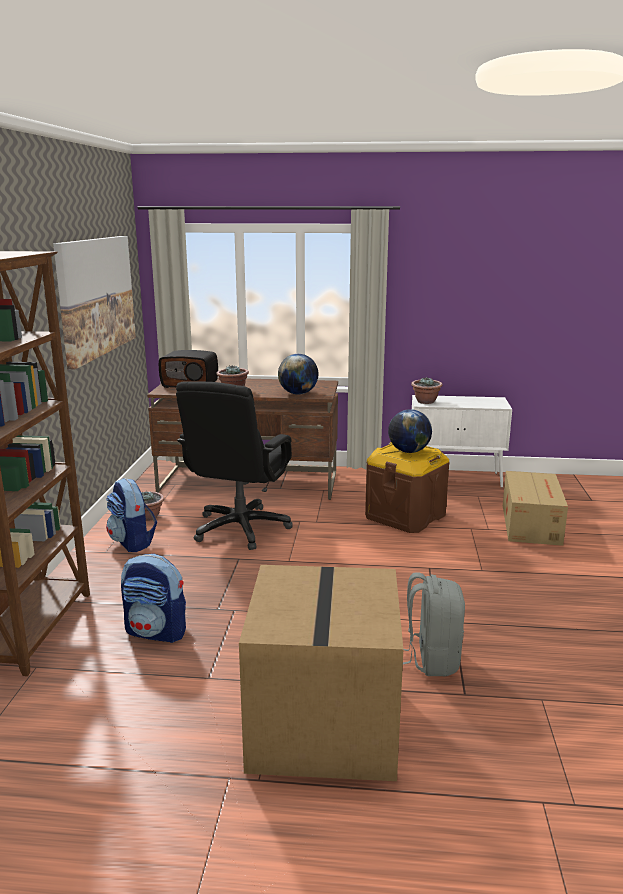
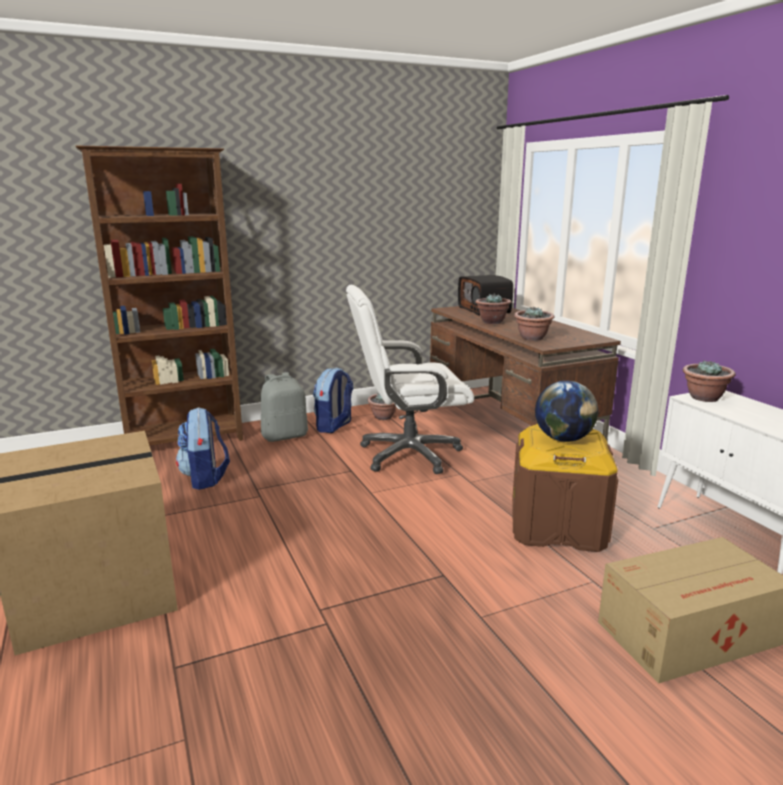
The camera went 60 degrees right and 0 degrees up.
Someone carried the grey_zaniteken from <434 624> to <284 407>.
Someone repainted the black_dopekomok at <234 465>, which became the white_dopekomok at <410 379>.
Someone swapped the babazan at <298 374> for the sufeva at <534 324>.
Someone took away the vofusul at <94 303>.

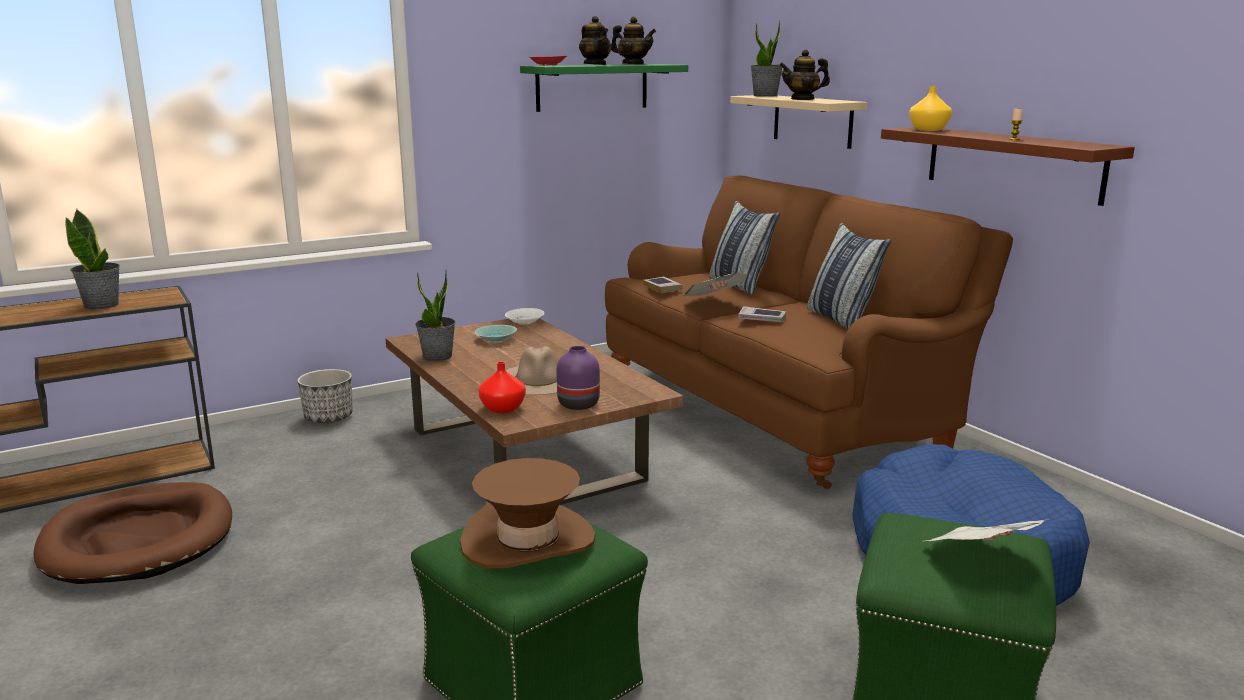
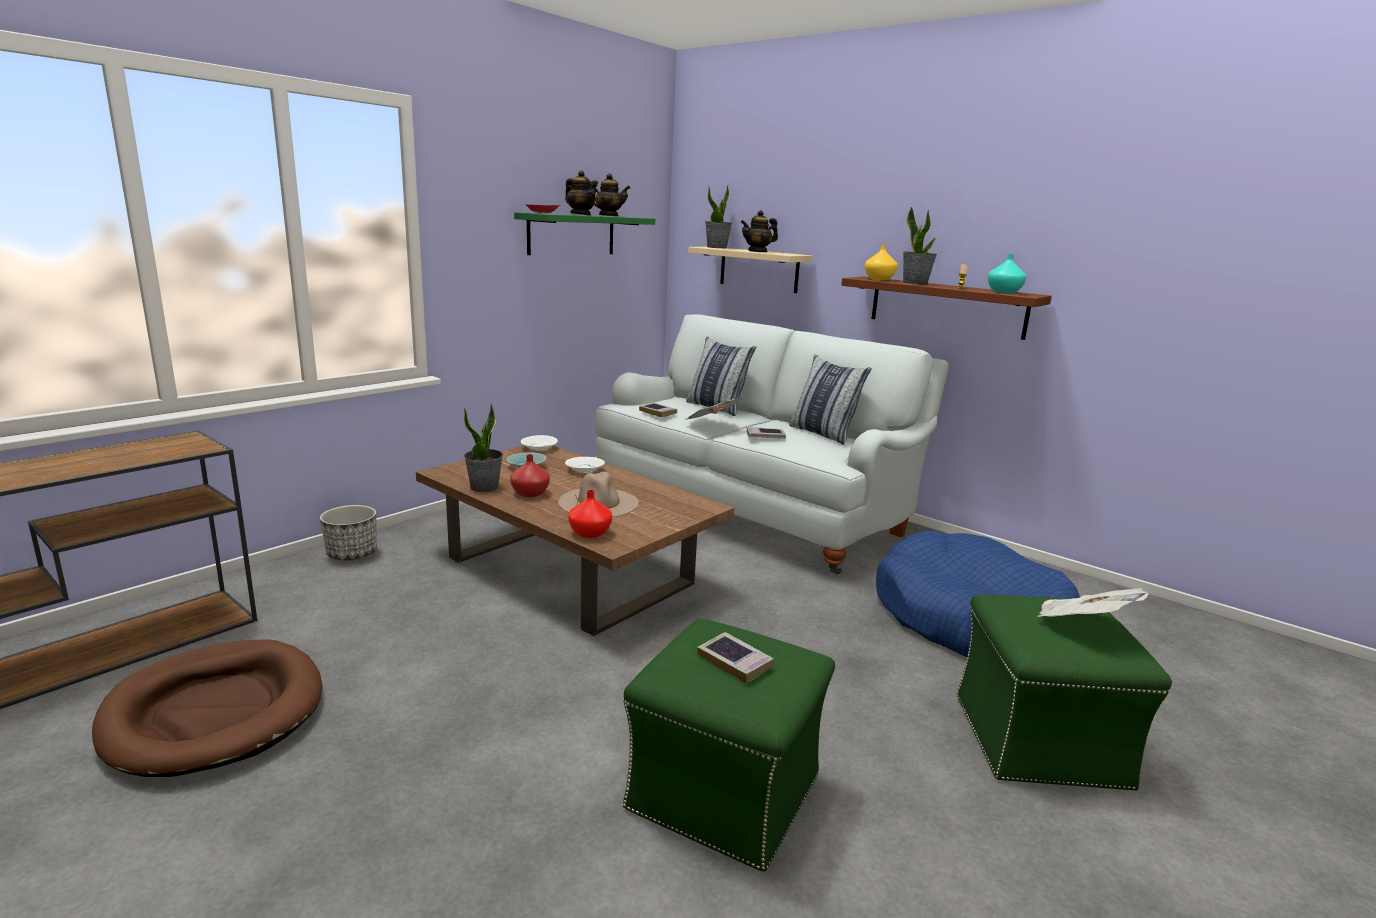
The camera went 20 degrees left and 0 degrees up.
Someone put down the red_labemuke at <530 475>.
Someone put down the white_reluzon at <585 465>.
Someone repainted the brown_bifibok at <809 332>, which became the white_bifibok at <772 444>.
Someone swapped the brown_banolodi at <527 513> for the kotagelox at <735 658>.
Someone carried the sufeva from <92 259> to <920 246>.
Someone put down the turquoise_labemuke at <1007 273>.
Someone took away the purple_labemuke at <578 378>.

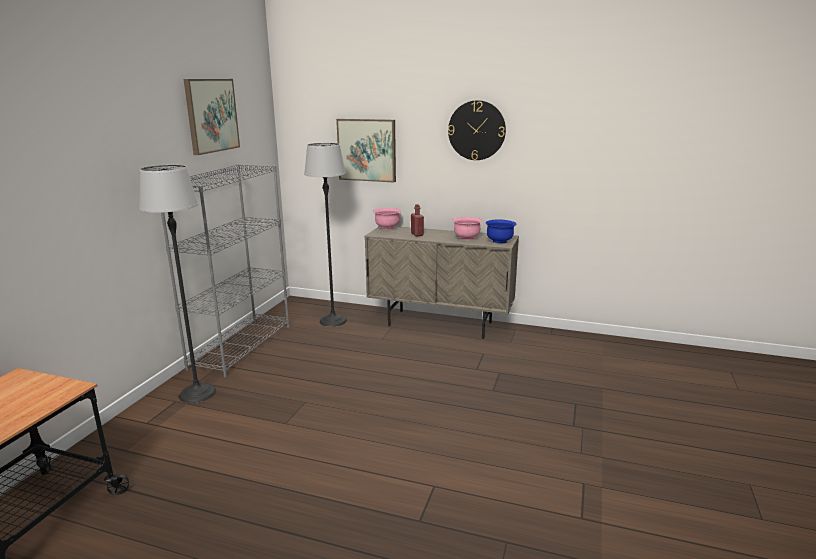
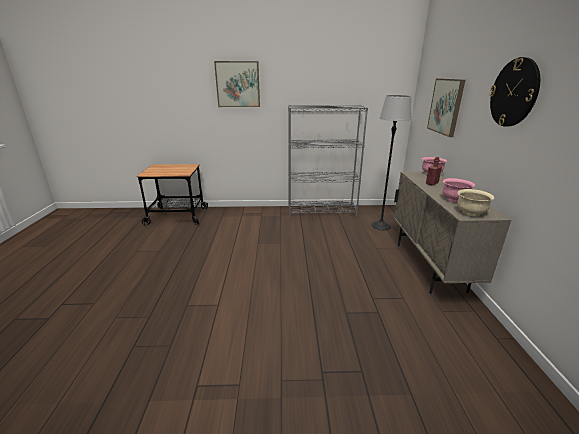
The camera went 70 degrees right and 5 degrees up.
Someone carried the vofusul from <212 117> to <237 84>.
Someone repainted the blue_reluzon at <501 231>, which became the beige_reluzon at <475 202>.
Someone took away the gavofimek at <177 284>.

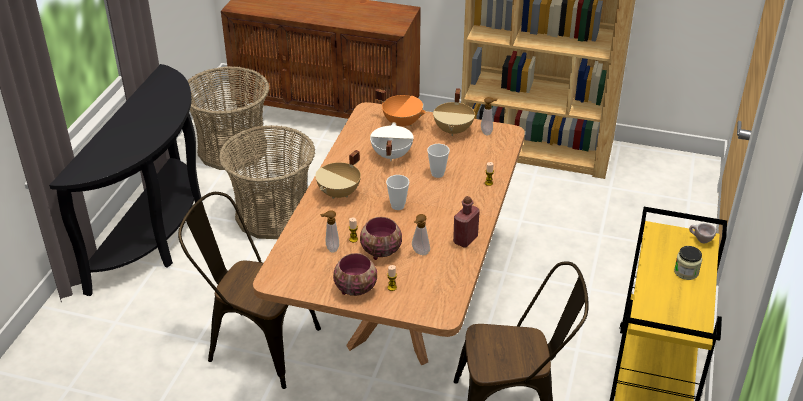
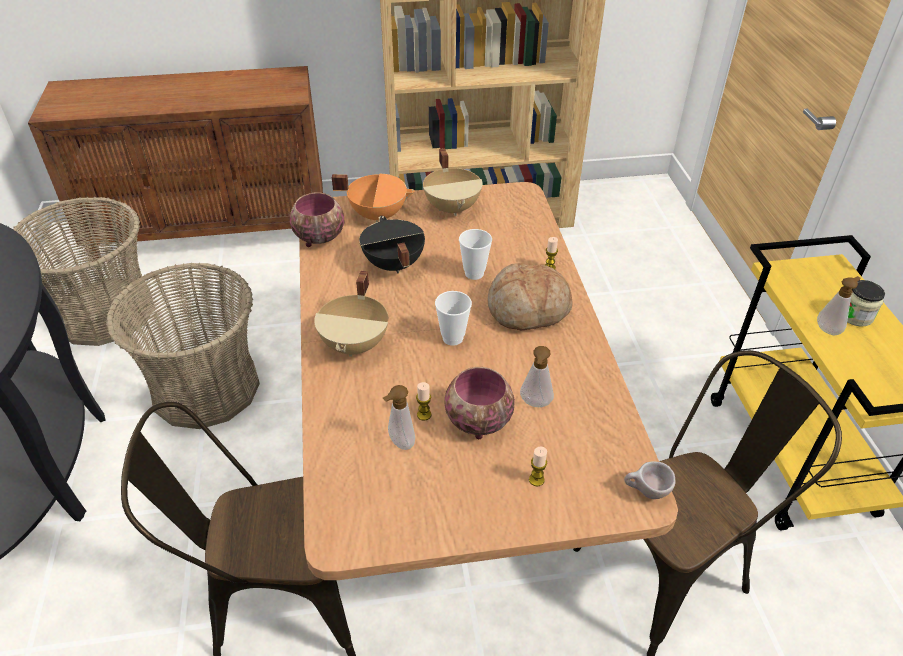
The camera went 25 degrees left and 5 degrees up.
Someone carried the reluzon from <355 274> to <317 219>.
Someone repainted the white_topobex at <392 141>, which became the black_topobex at <392 245>.
Someone put down the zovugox at <530 296>.
Someone carried the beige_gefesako from <702 233> to <650 480>.
Someone carried the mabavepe from <489 116> to <838 306>.
Someone took away the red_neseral at <466 222>.

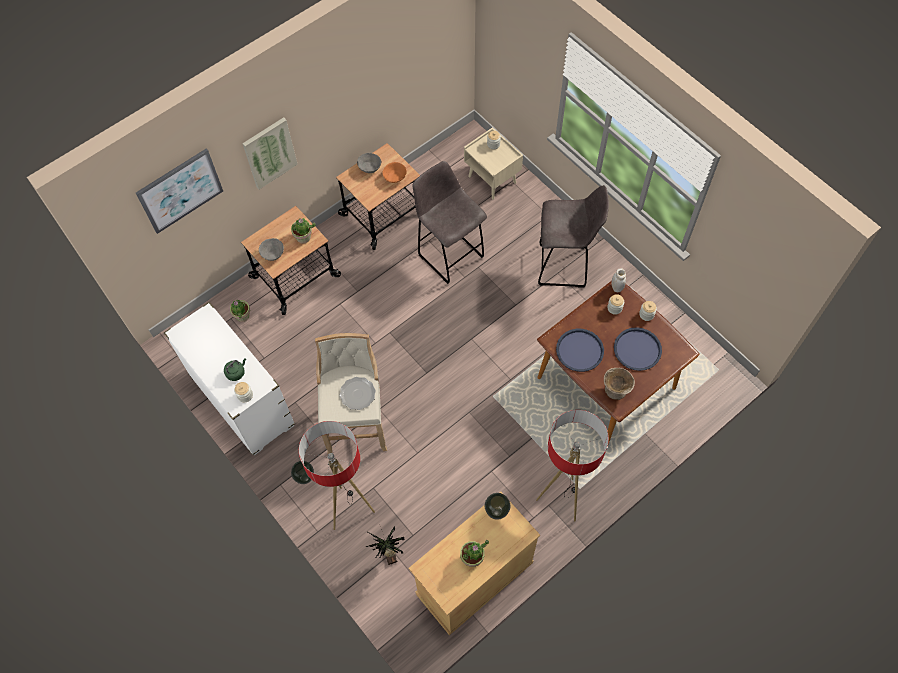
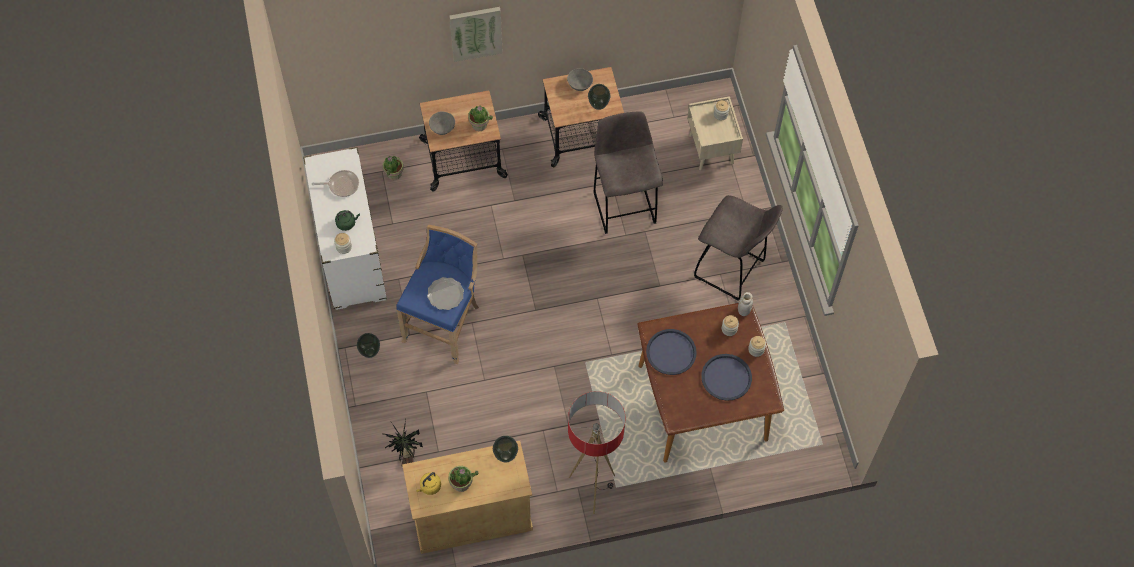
The camera went 25 degrees right and 0 degrees up.
Someone put down the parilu at <335 183>.
Someone repainted the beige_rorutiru at <351 393>, which became the blue_rorutiru at <437 294>.
Someone put down the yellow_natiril at <428 483>.
Someone swapped the orange_reluzon at <395 172> for the labemuke at <599 97>.
Someone took away the vofusul at <179 191>.
Someone took away the gavofimek at <337 475>.
Someone took away the beige_reluzon at <619 384>.

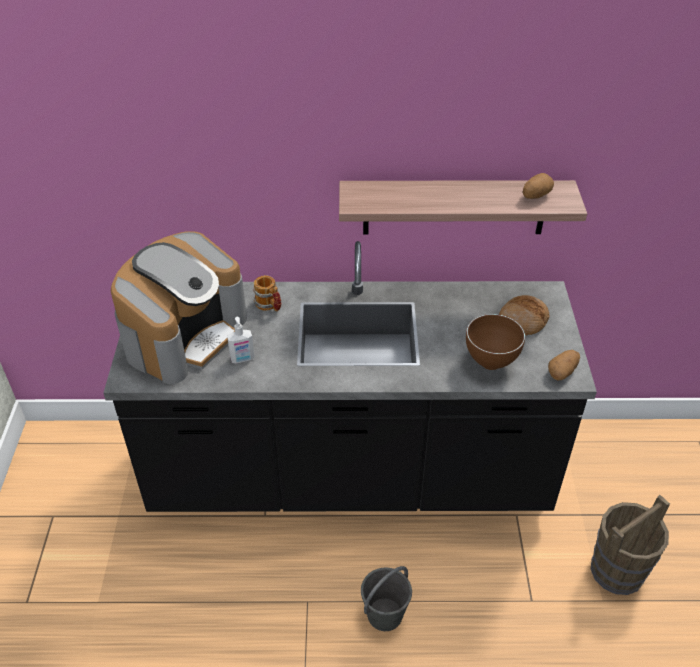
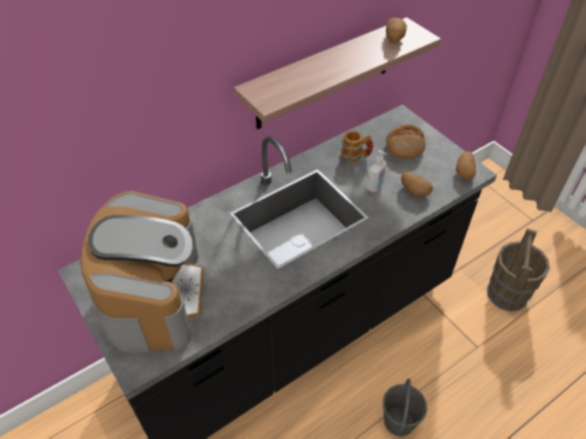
The camera went 35 degrees left and 5 degrees up.
Someone carried the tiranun from <267 293> to <357 146>.
Someone carried the mabavepe from <241 339> to <376 171>.
Someone swapped the brown_reluzon at <495 342> for the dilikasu at <417 184>.

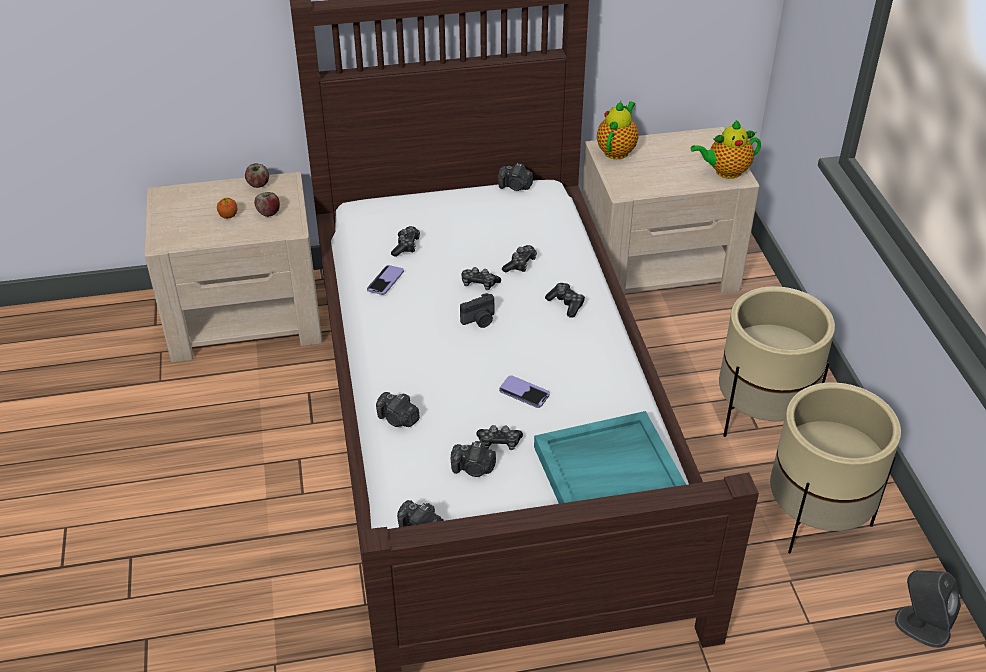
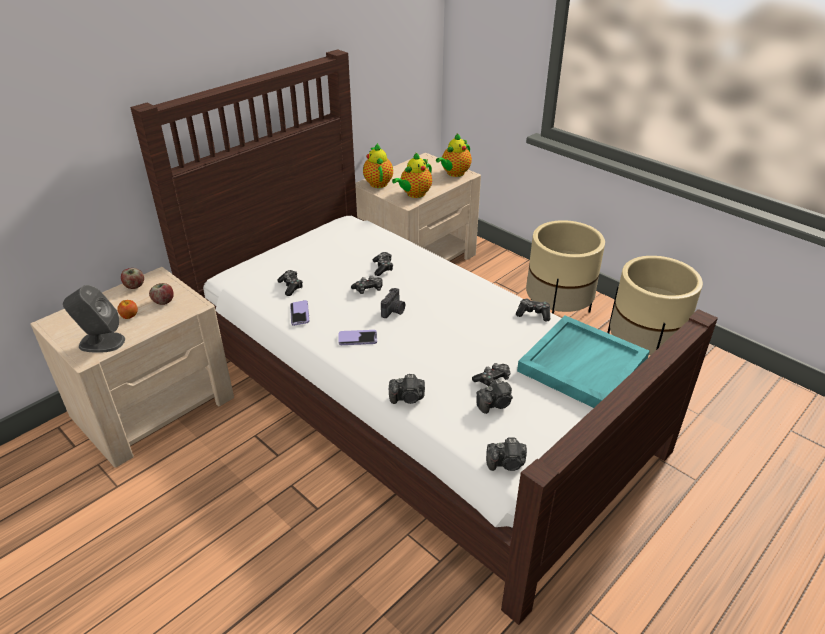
The camera went 35 degrees left and 5 degrees down.
Someone carried the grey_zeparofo from <928 609> to <94 319>.
Someone carried the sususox from <524 391> to <357 337>.
Someone put down the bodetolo at <412 175>.
Someone carried the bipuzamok from <565 300> to <533 310>.
Someone took away the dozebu at <515 177>.

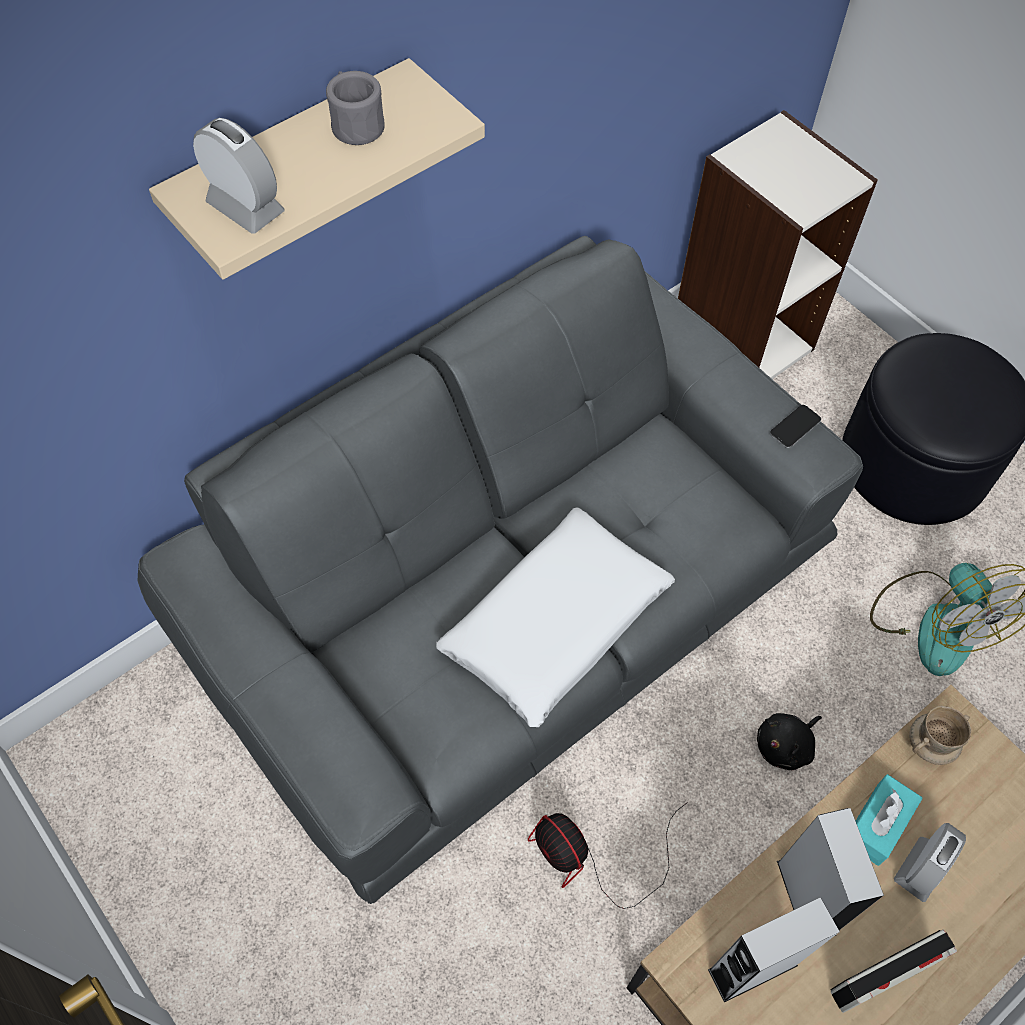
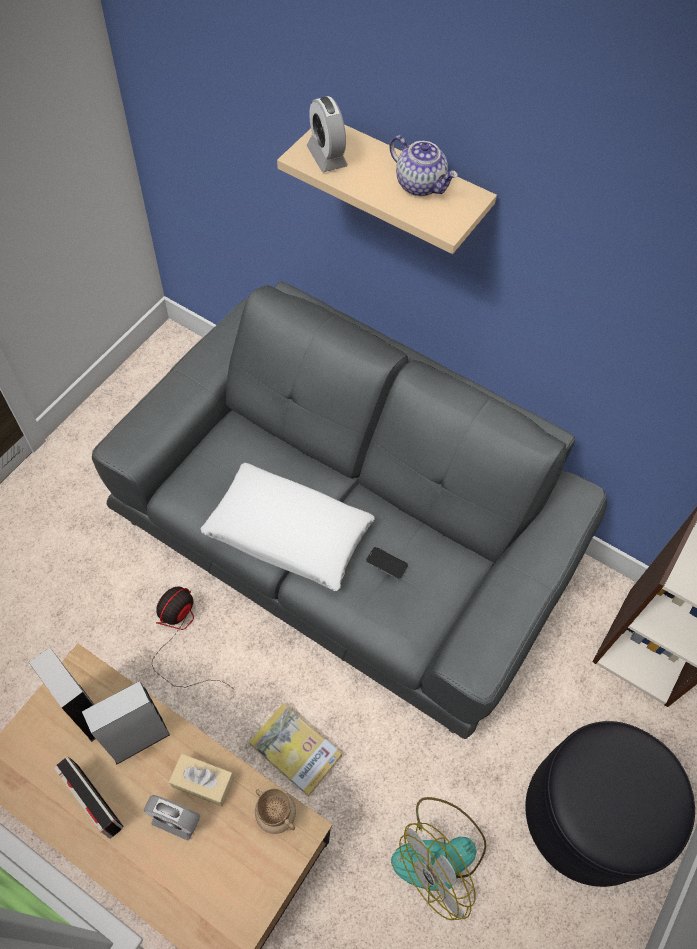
The camera went 70 degrees right and 0 degrees up.
Someone repainted the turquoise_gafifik at <889 820>, which became the beige_gafifik at <201 780>.
Someone swapped the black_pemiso at <789 741> for the kotagelox at <295 750>.
Someone rotated the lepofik at <239 176> by 135 degrees clockwise.
Someone carried the sususox from <795 426> to <387 563>.
Someone swapped the grey_tiranun at <355 108> for the bodetolo at <423 165>.

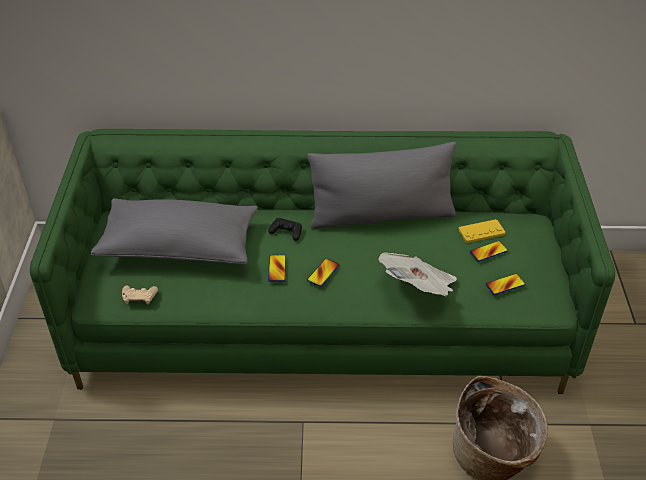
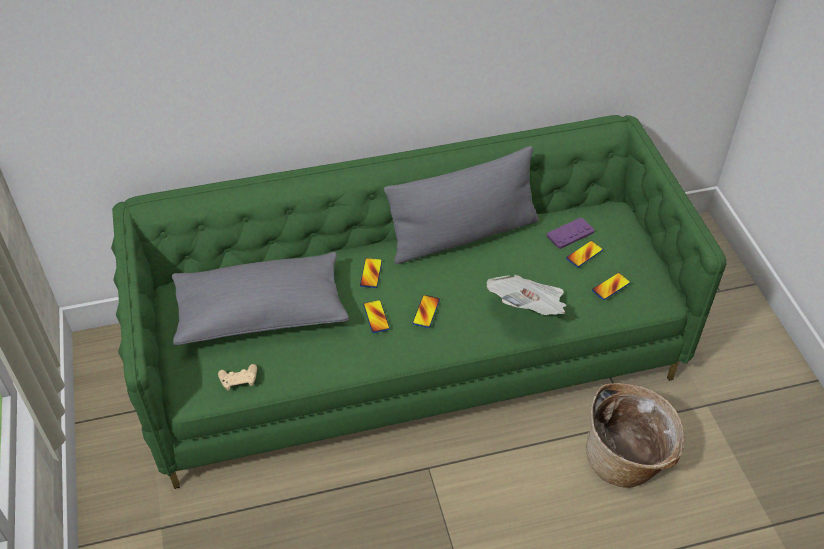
The camera went 15 degrees left and 5 degrees up.
Someone swapped the black_bipuzamok at <285 229> for the sususox at <371 273>.
Someone repainted the yellow_bipuzamok at <482 231>, which became the purple_bipuzamok at <570 233>.

